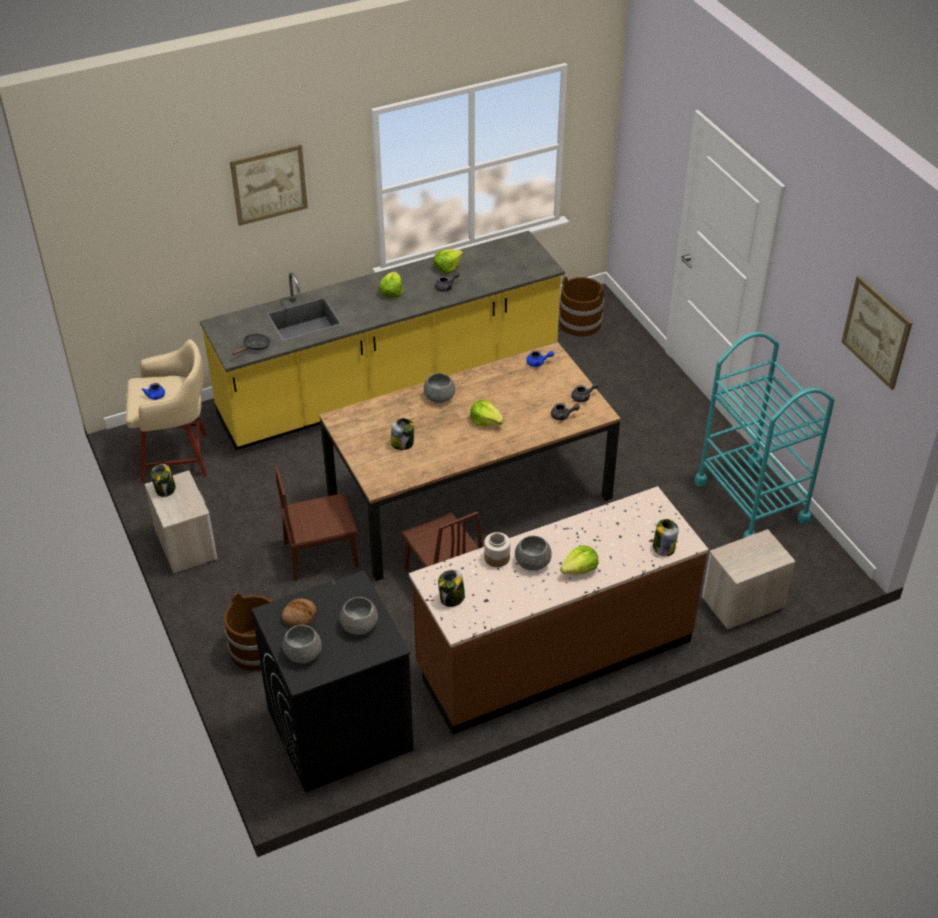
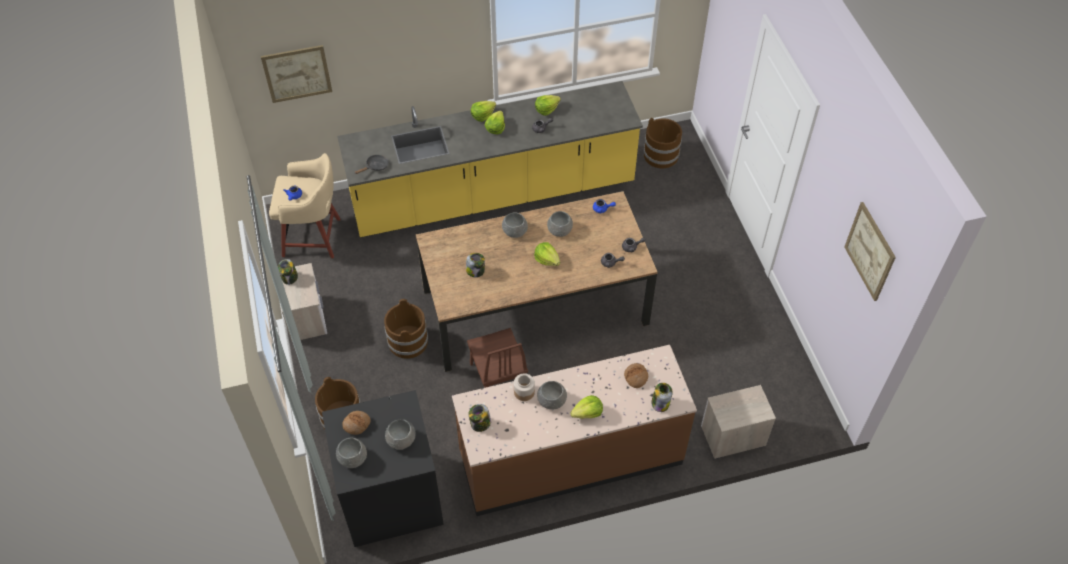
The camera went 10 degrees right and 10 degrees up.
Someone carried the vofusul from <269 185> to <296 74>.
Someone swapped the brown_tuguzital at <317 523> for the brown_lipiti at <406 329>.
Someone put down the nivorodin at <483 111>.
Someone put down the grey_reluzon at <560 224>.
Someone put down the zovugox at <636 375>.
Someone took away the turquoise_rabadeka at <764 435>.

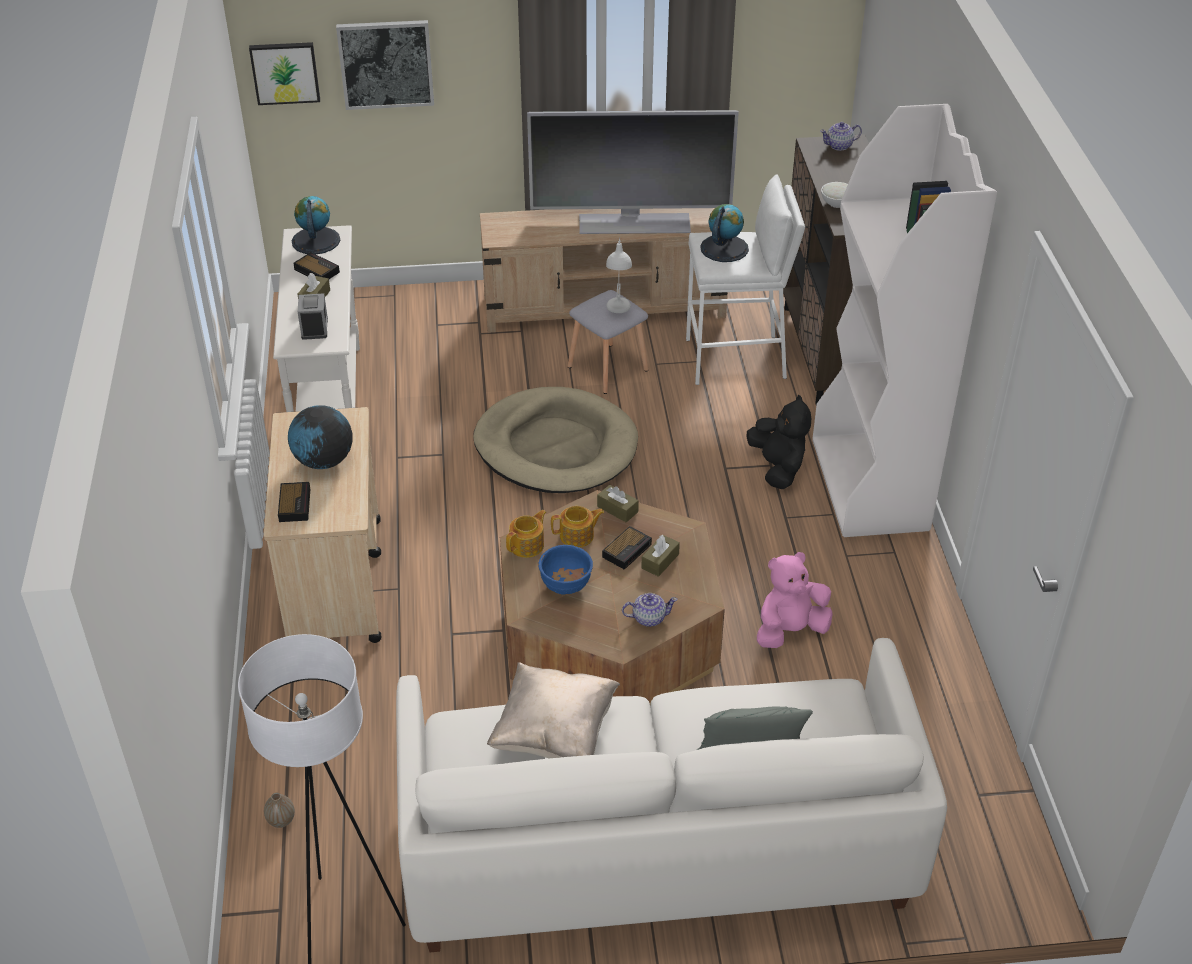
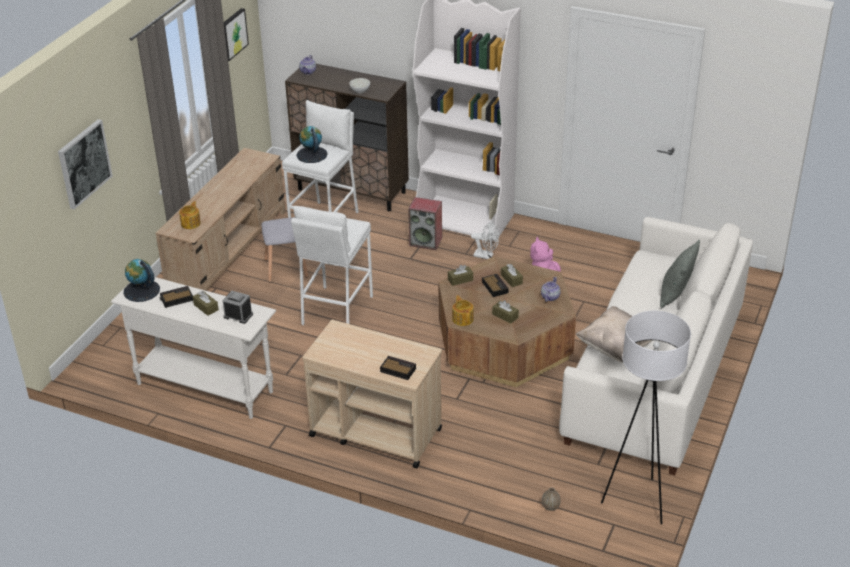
The camera went 60 degrees left and 5 degrees down.
Someone carried the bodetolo from <577 527> to <190 215>.
Someone carried the vofusul from <284 73> to <236 34>.
Someone swapped the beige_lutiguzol at <555 440> for the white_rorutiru at <332 265>.
Someone swapped the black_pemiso at <779 442> for the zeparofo at <425 223>.
Someone put down the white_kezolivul at <485 240>.
Someone swapped the blue_reluzon at <565 570> for the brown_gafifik at <505 311>.
Someone took away the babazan at <320 437>.
Someone took away the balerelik at <633 172>.
Someone took away the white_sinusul at <619 275>.

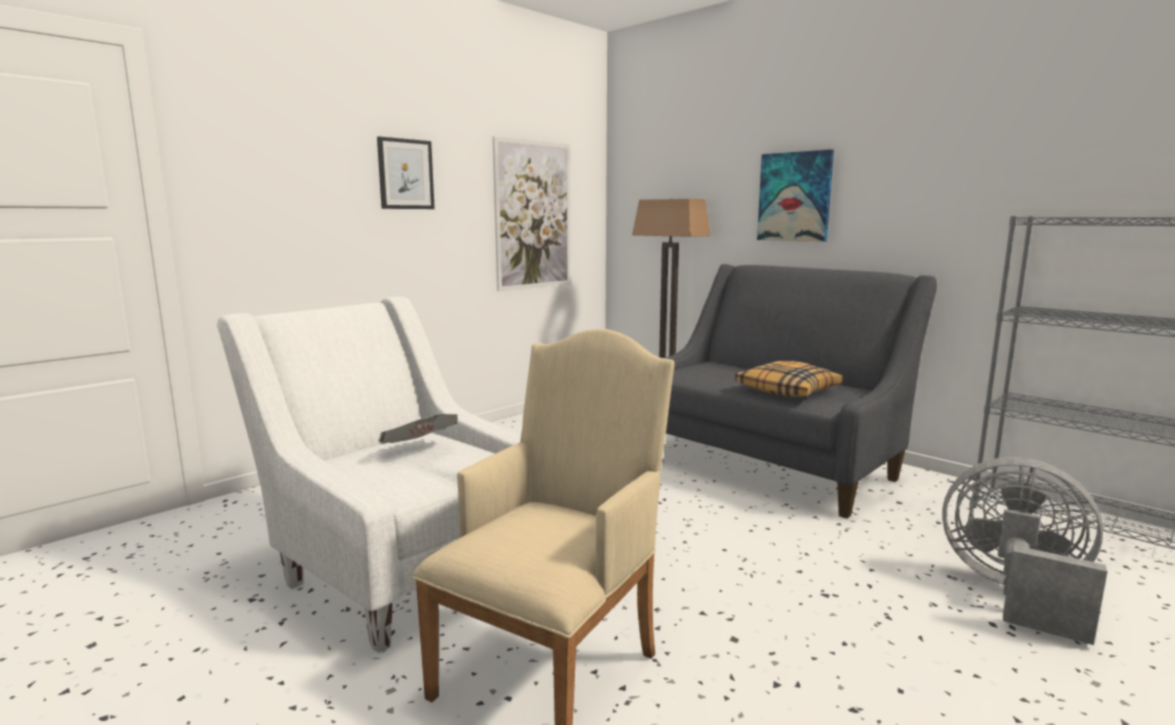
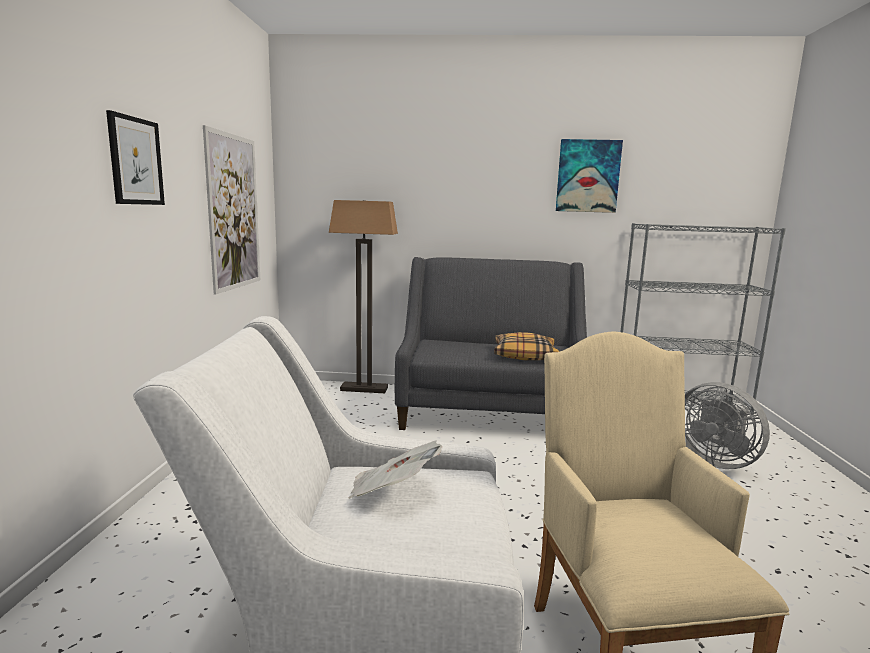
The camera went 40 degrees left and 0 degrees up.
Someone carried the vofusul from <795 195> to <589 176>.
Someone rotated the grey_kezolivul at <1025 551> by 120 degrees counterclockwise.

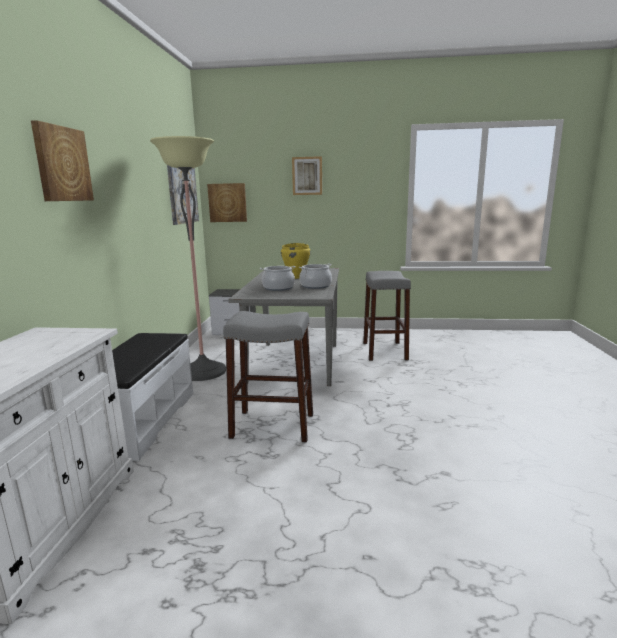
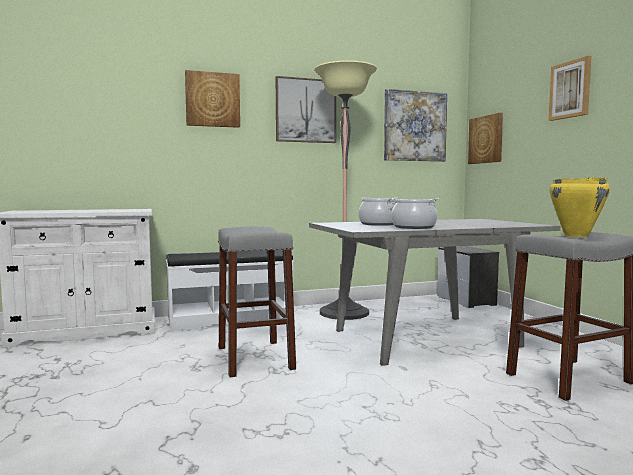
The camera went 65 degrees right and 10 degrees down.
Someone put up the vofusul at <306 109>.
Someone carried the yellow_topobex from <296 261> to <579 207>.

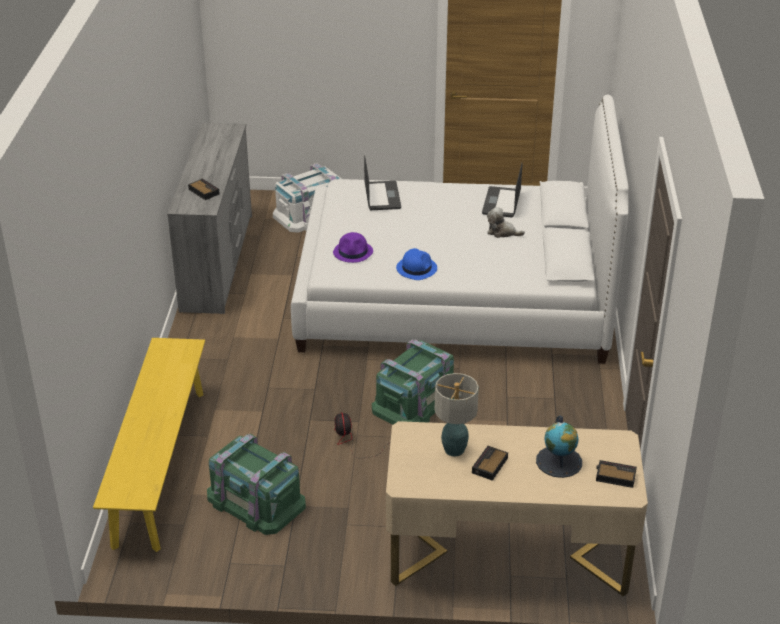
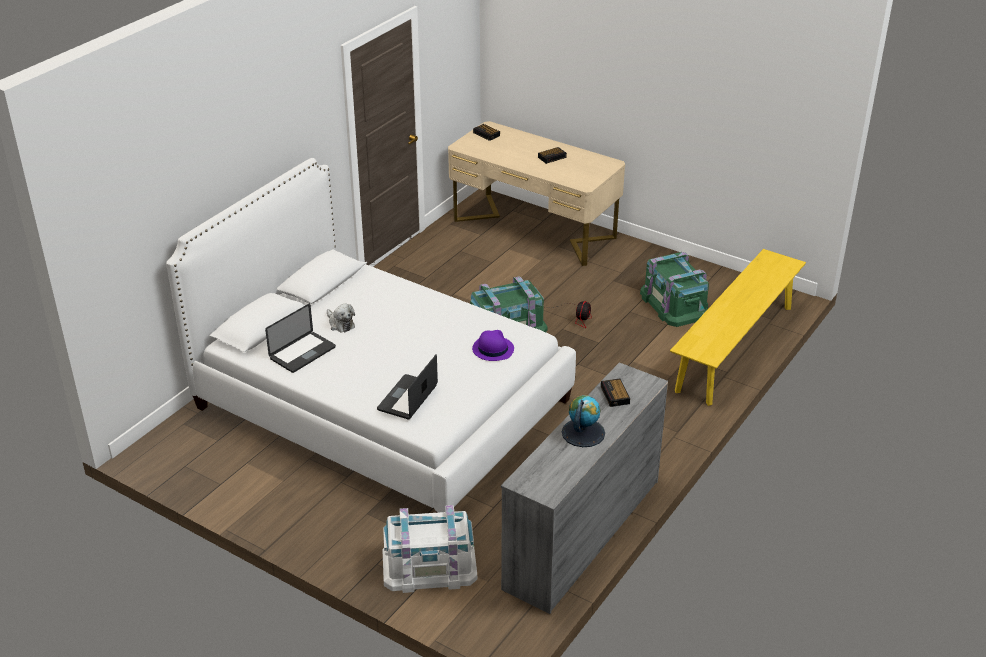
The camera went 150 degrees left and 0 degrees up.
Someone carried the babazan from <559 446> to <583 421>.
Someone took away the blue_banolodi at <416 264>.
Someone took away the sinusul at <457 415>.

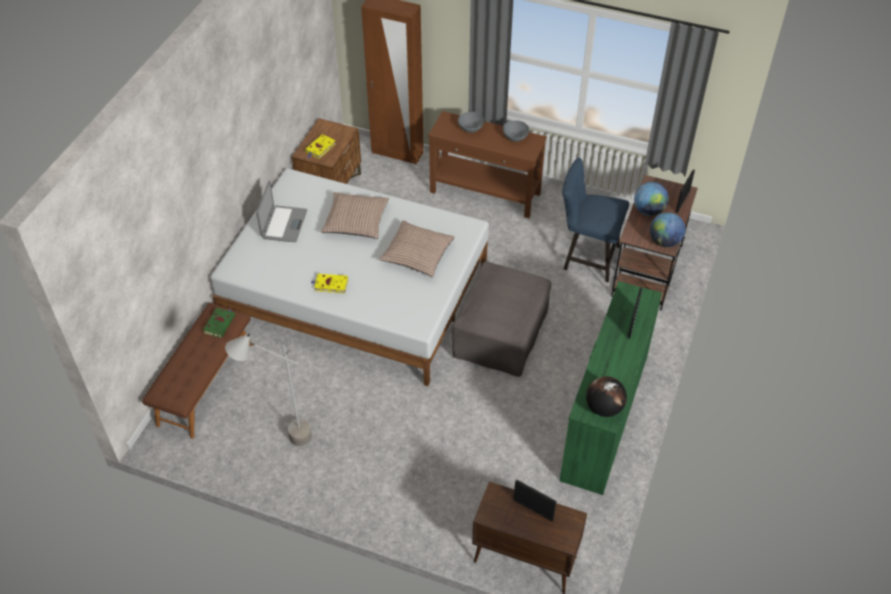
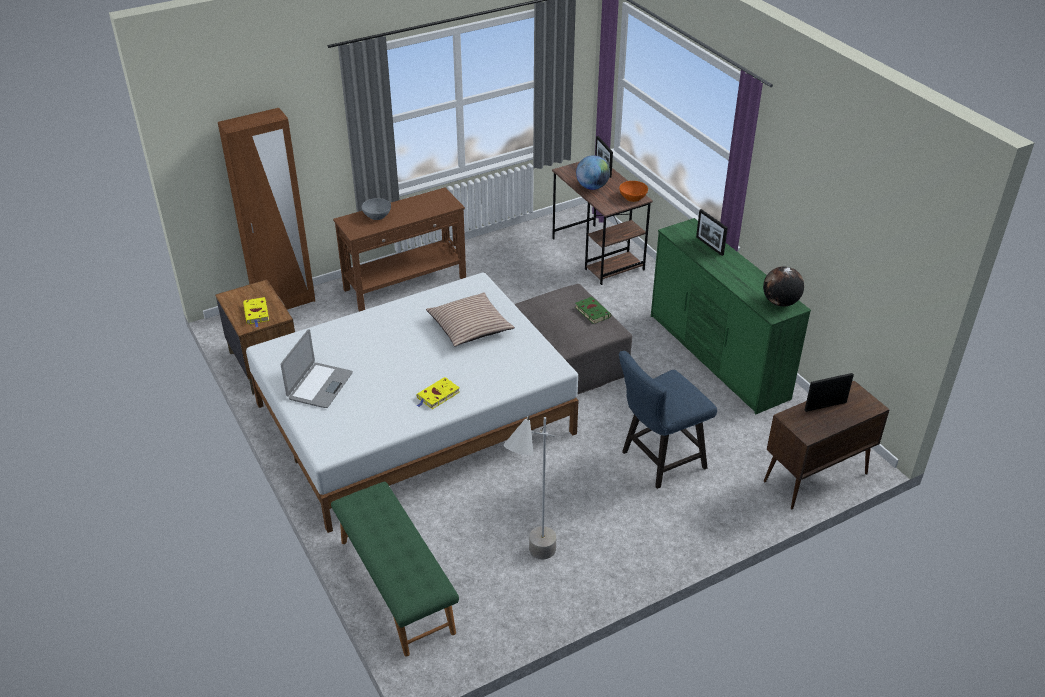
The camera went 50 degrees left and 10 degrees down.
Someone rotated the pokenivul at <281 211> by 60 degrees clockwise.
Someone repainted the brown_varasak at <197 371>, which became the green_varasak at <395 569>.
Someone carried the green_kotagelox from <219 323> to <593 310>.
Someone swapped the babazan at <667 229> for the orange_reluzon at <633 191>.
Someone carried the blue_tuguzital from <595 219> to <668 420>.
Someone took away the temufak at <355 215>.
Someone took away the grey_reluzon at <516 131>.

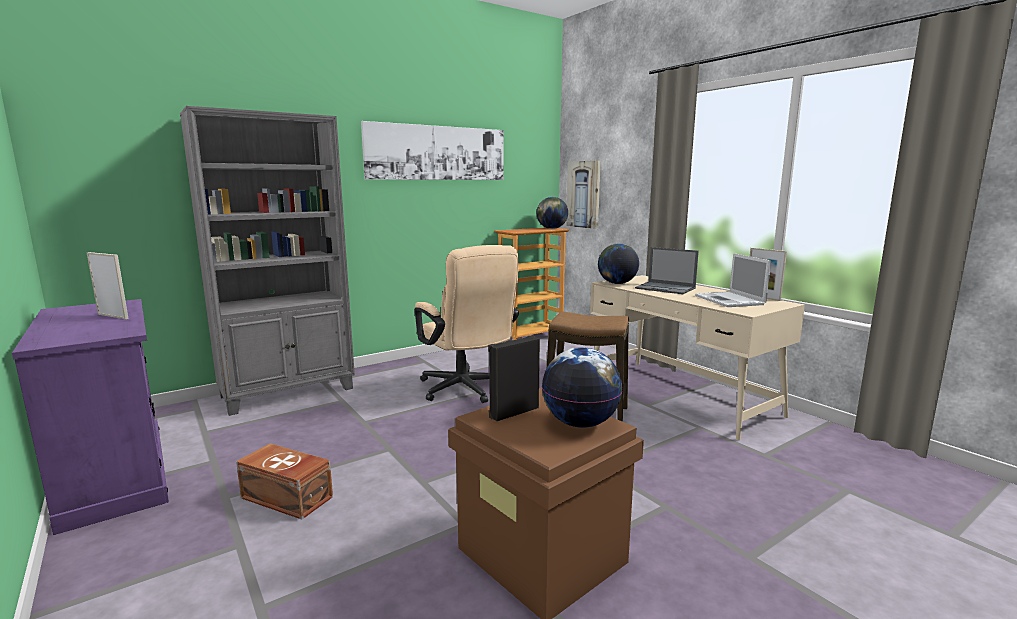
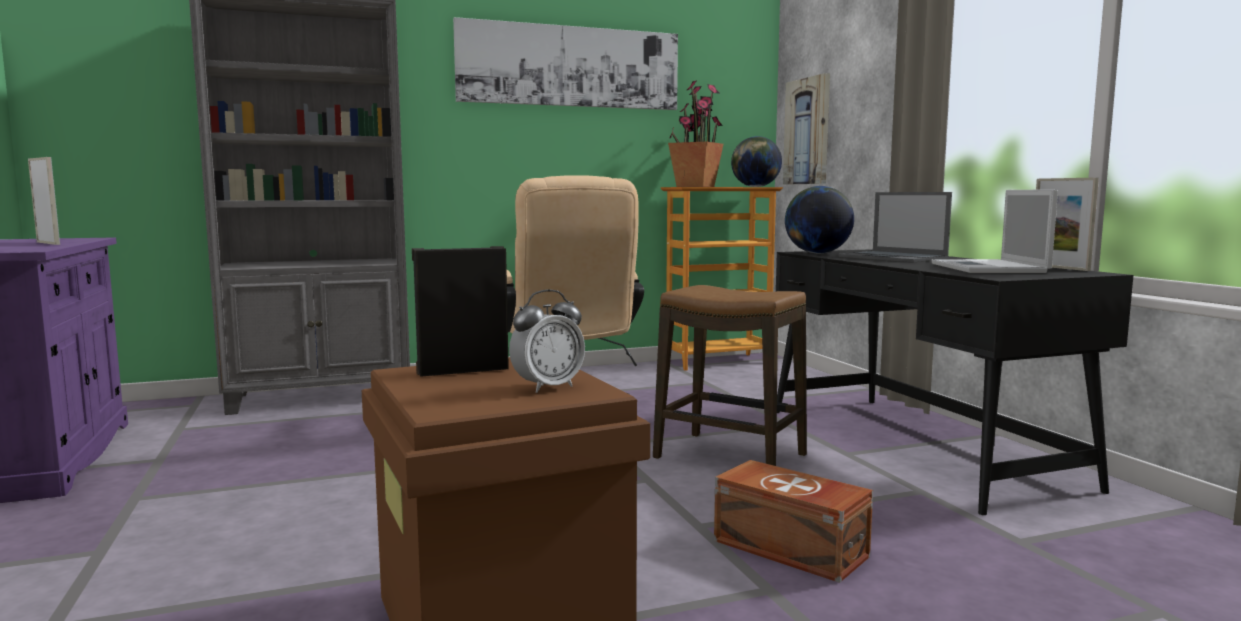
The camera went 15 degrees right and 5 degrees down.
Someone swapped the babazan at <582 387> for the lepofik at <547 341>.
Someone put down the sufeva at <695 133>.
Someone carried the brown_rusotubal from <284 481> to <793 521>.
Someone repainted the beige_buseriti at <697 357>, which became the black_buseriti at <955 382>.

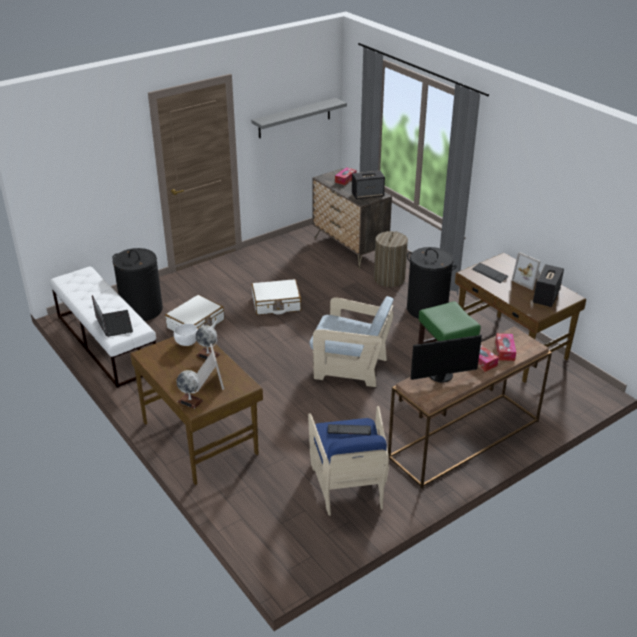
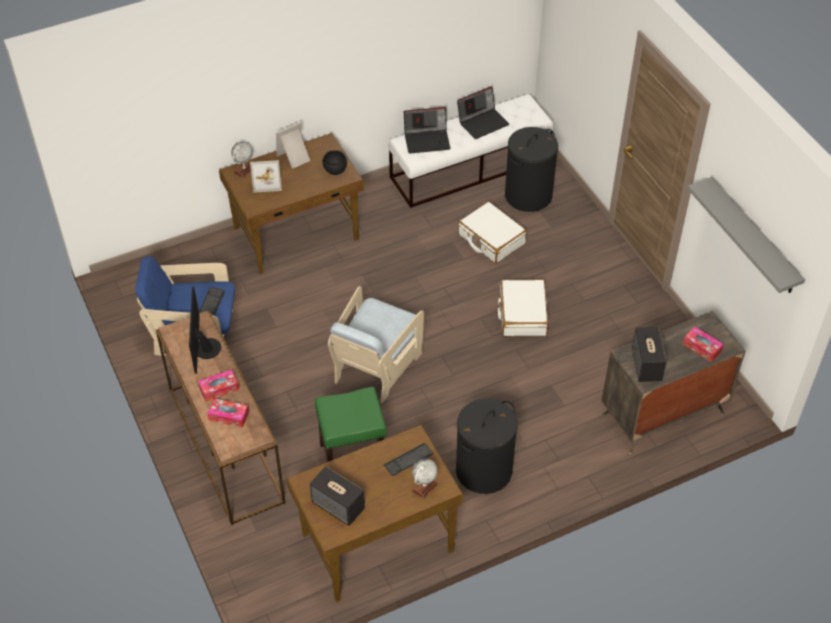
The camera went 100 degrees right and 15 degrees up.
Someone carried the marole from <526 271> to <293 145>.
Someone repainted the white_reluzon at <186 335>, which became the black_reluzon at <335 162>.
Someone carried the babazan from <208 342> to <424 478>.
Someone put down the pokenivul at <483 112>.
Someone took away the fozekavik at <391 259>.

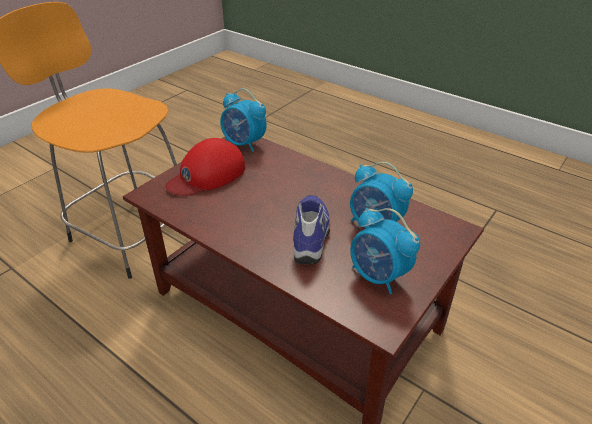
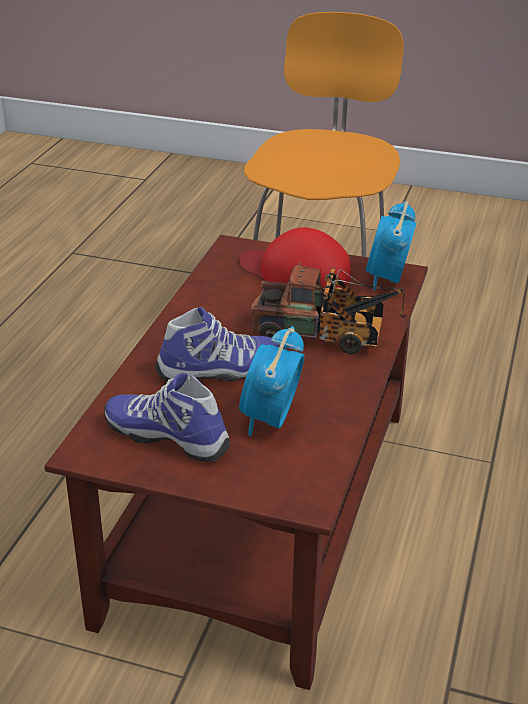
The camera went 70 degrees right and 5 degrees down.
Someone swapped the lepofik at <385 251> for the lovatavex at <167 417>.
Someone put down the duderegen at <328 308>.

